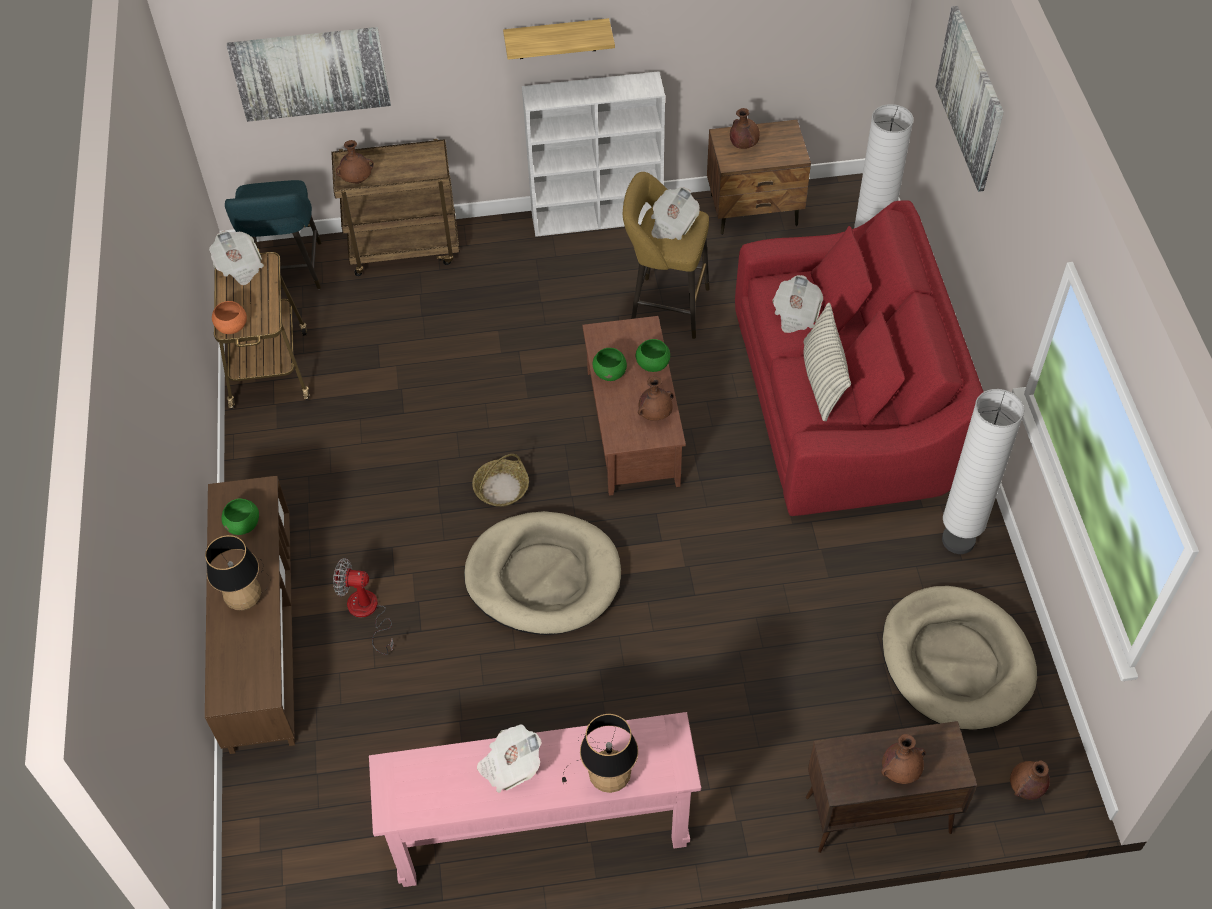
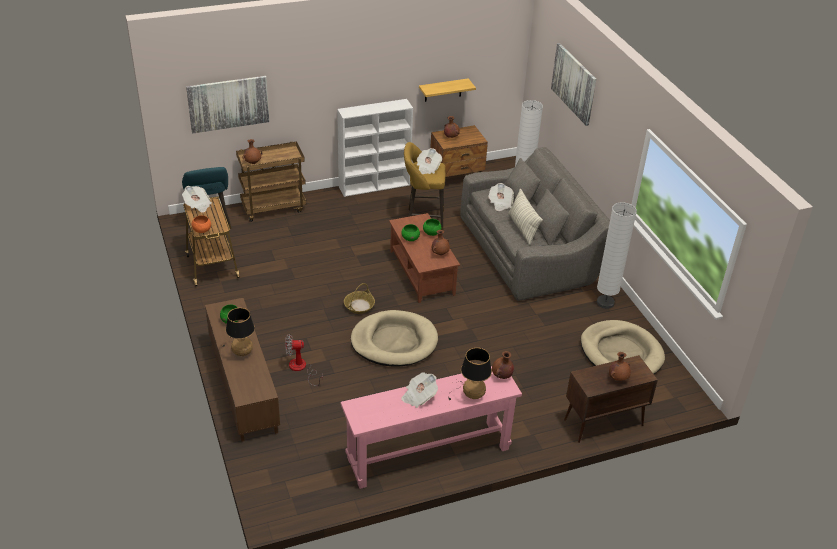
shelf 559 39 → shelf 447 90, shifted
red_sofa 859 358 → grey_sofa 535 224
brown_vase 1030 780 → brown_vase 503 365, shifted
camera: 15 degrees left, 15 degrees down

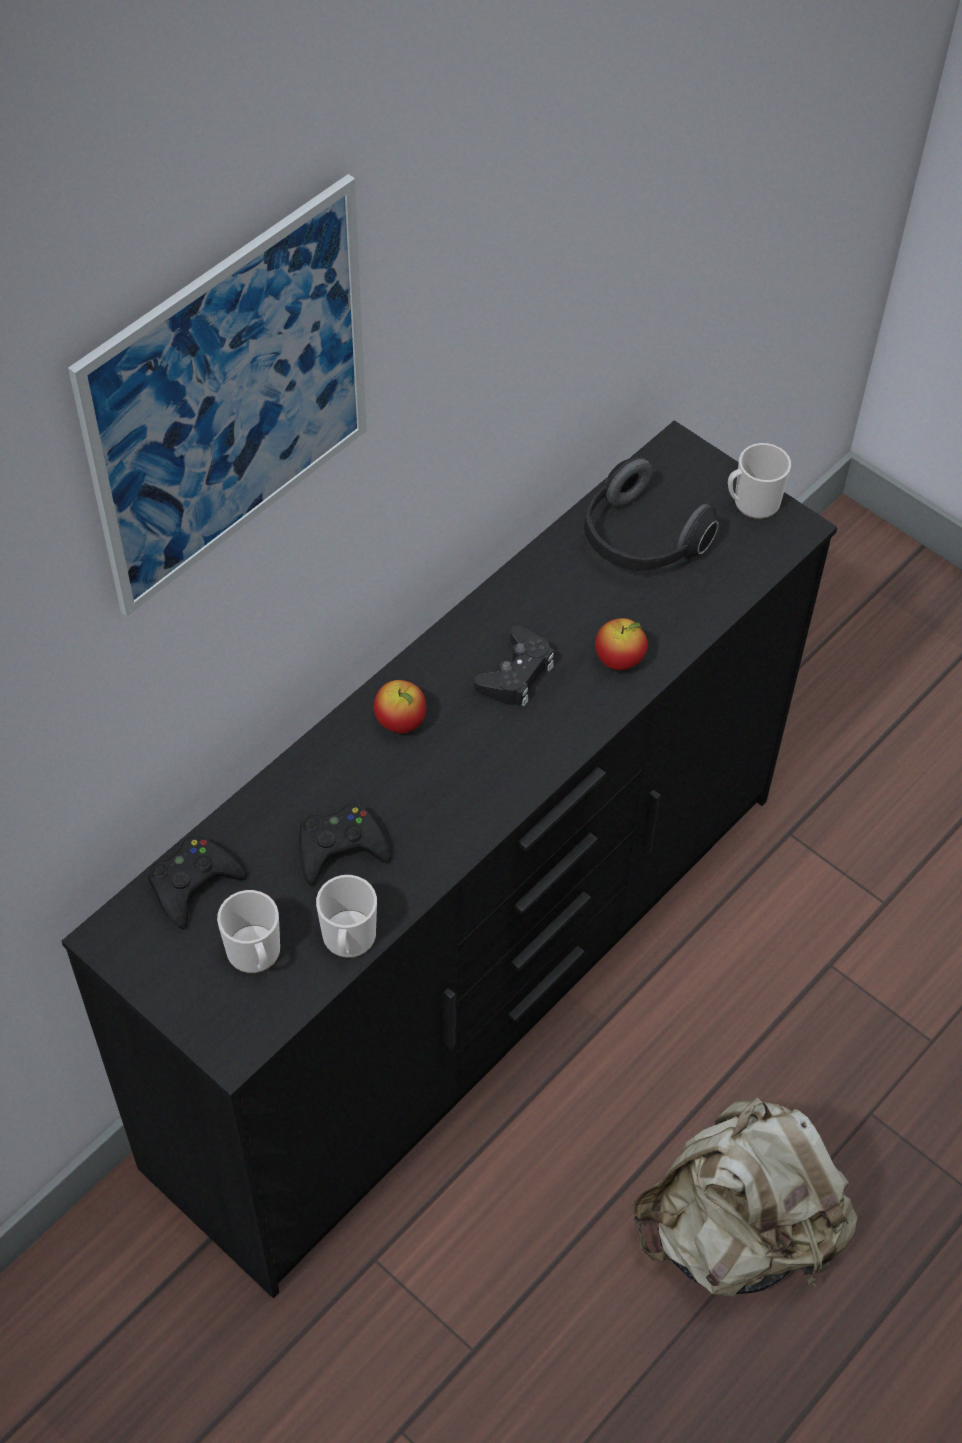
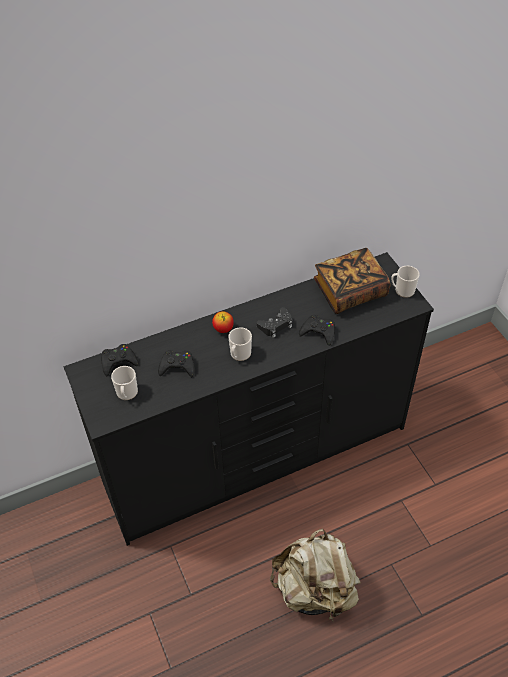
picture 217 395 → -
headphones 651 514 → book 352 281
apple 621 644 → black_game_controller 317 330
mug 346 916 → mug 240 344, shifted
camera: 25 degrees right, 5 degrees down

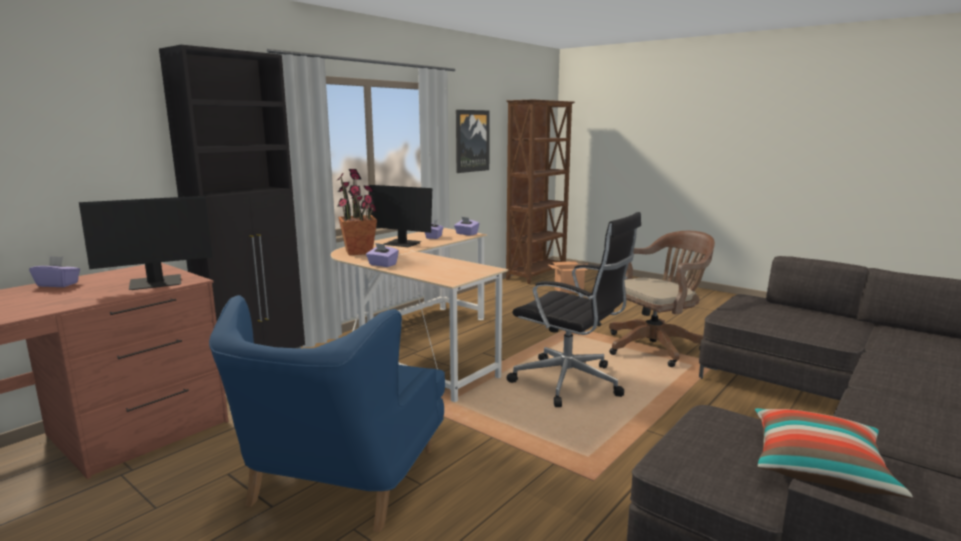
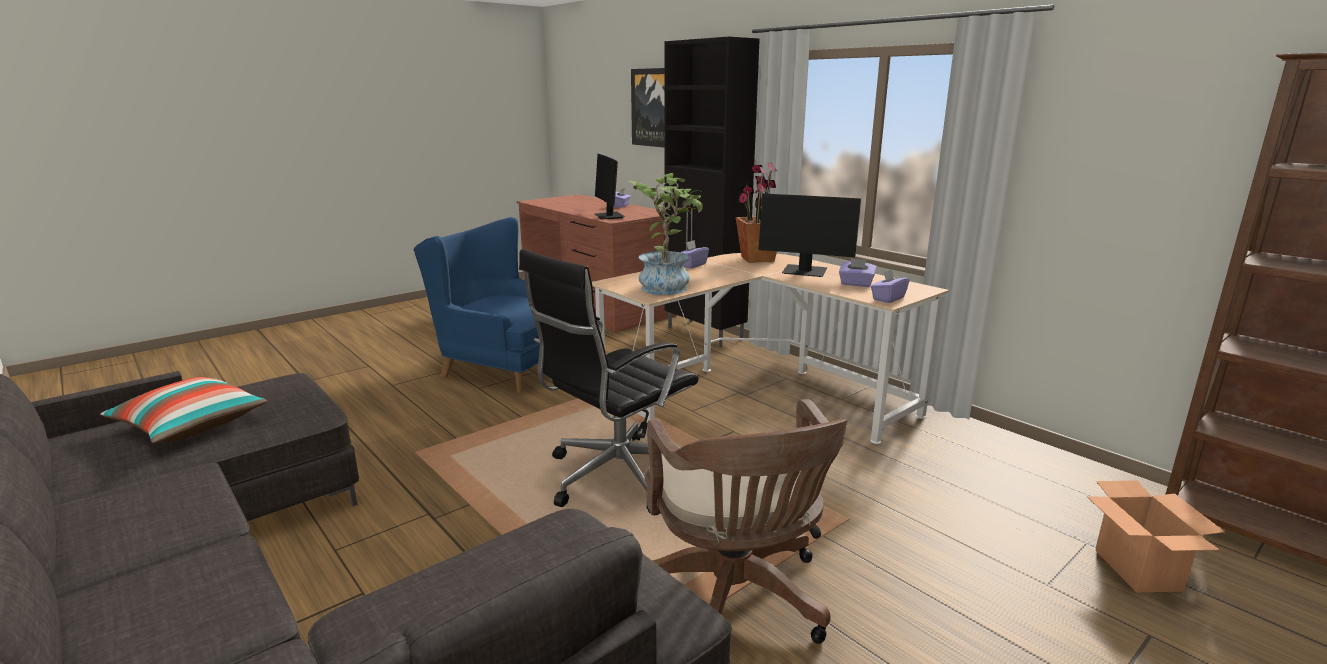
picture 473 141 → picture 648 107, shifted
monitor 400 216 → monitor 810 235, 105 degrees counterclockwise
- → potted_plant 665 234
camera: 100 degrees right, 5 degrees up

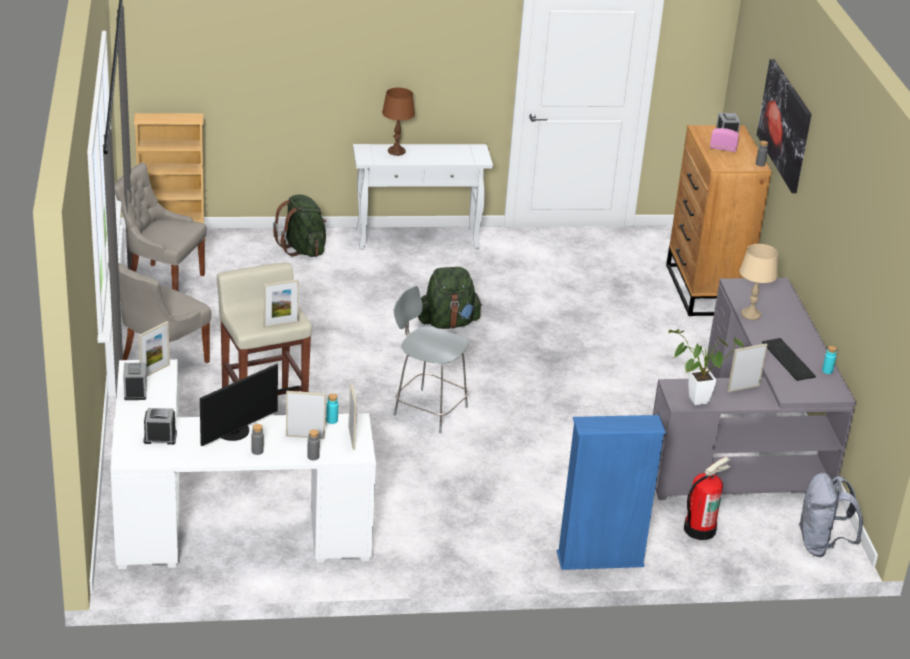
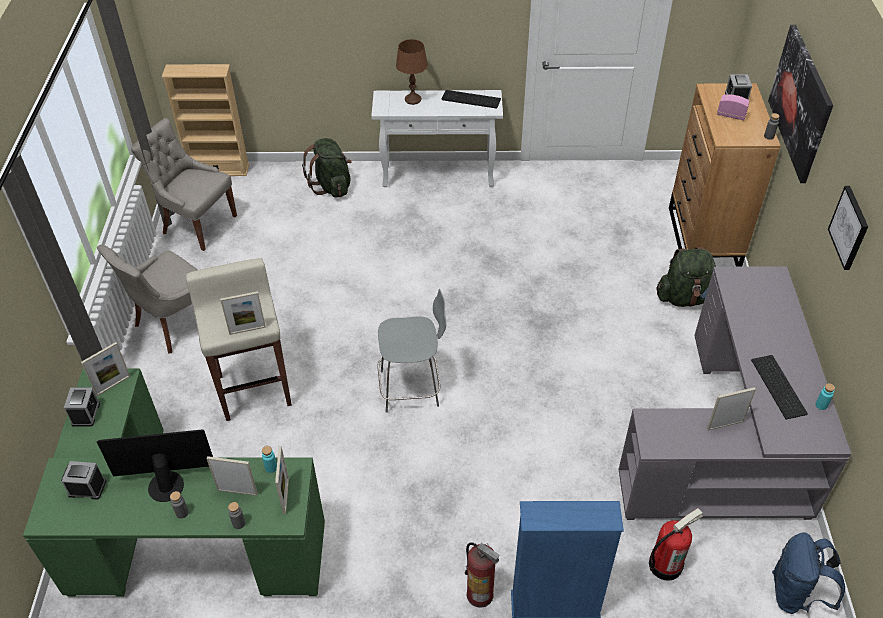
beige_table_lamp 759 282 → -
green_backpack 450 298 → green_backpack 686 277, shifted
grey_chair 431 359 → grey_chair 411 351, 135 degrees clockwise
potted_plant 706 367 → -
white_desk 243 464 → green_desk 174 482
monitor 239 404 → monitor 155 465, 150 degrees counterclockwise
grey_backpack 830 515 → blue_backpack 808 573
- → keyboard 471 99
- → picture 848 228
- → fire_extinguisher 482 575
camera: 10 degrees right, 15 degrees up

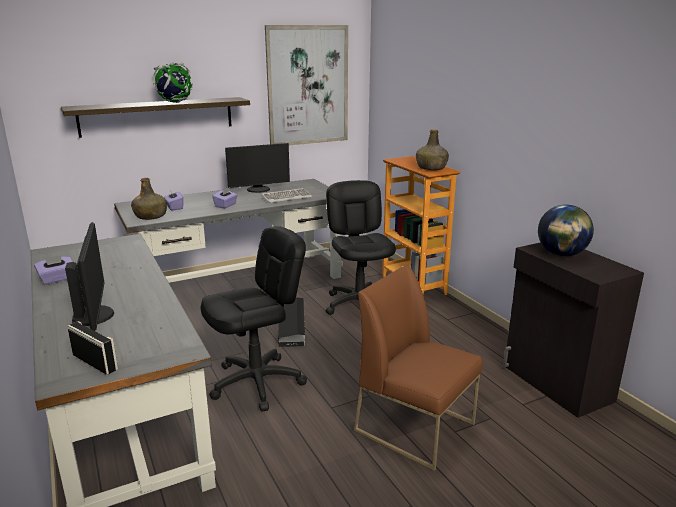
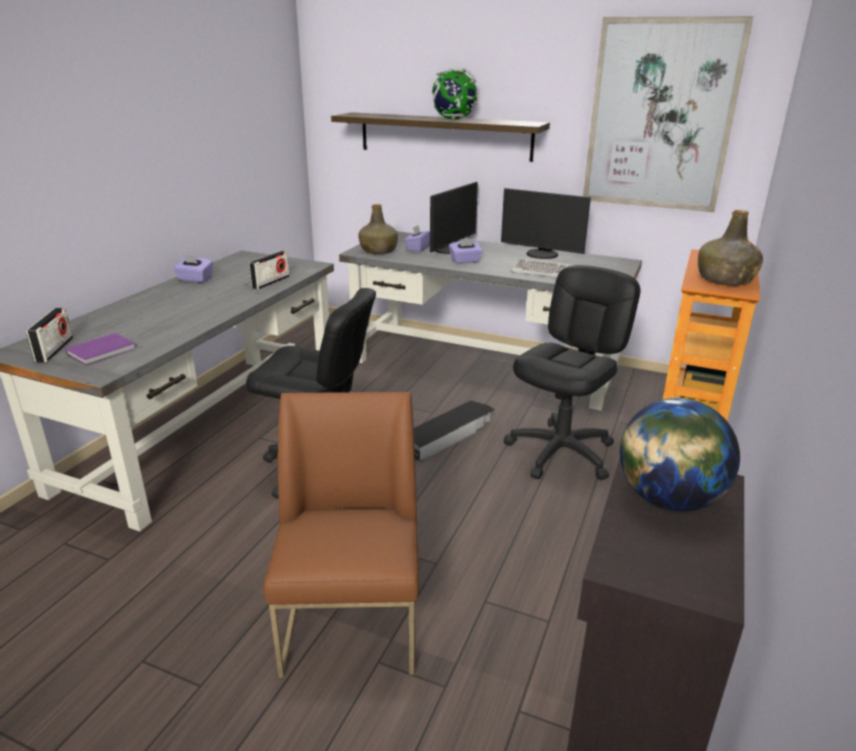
monitor 89 276 → monitor 454 218, shifted
- → radio 269 270
- → purple_book 100 349
camera: 50 degrees right, 5 degrees up

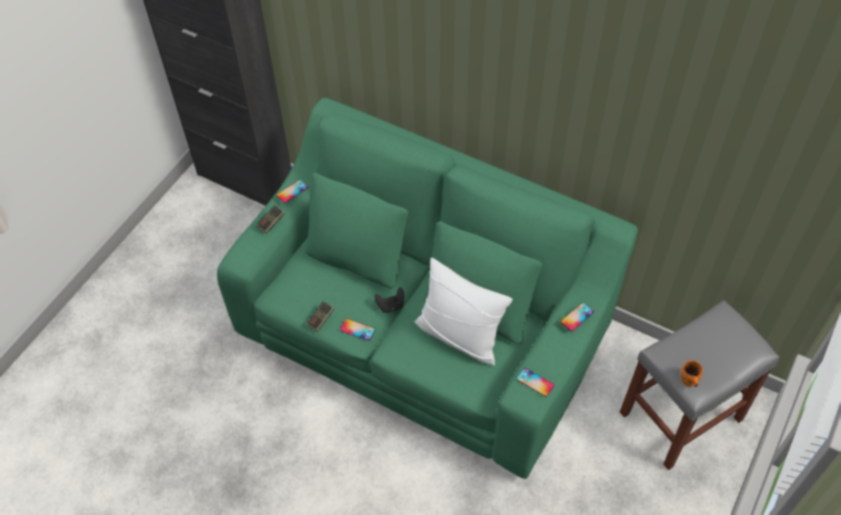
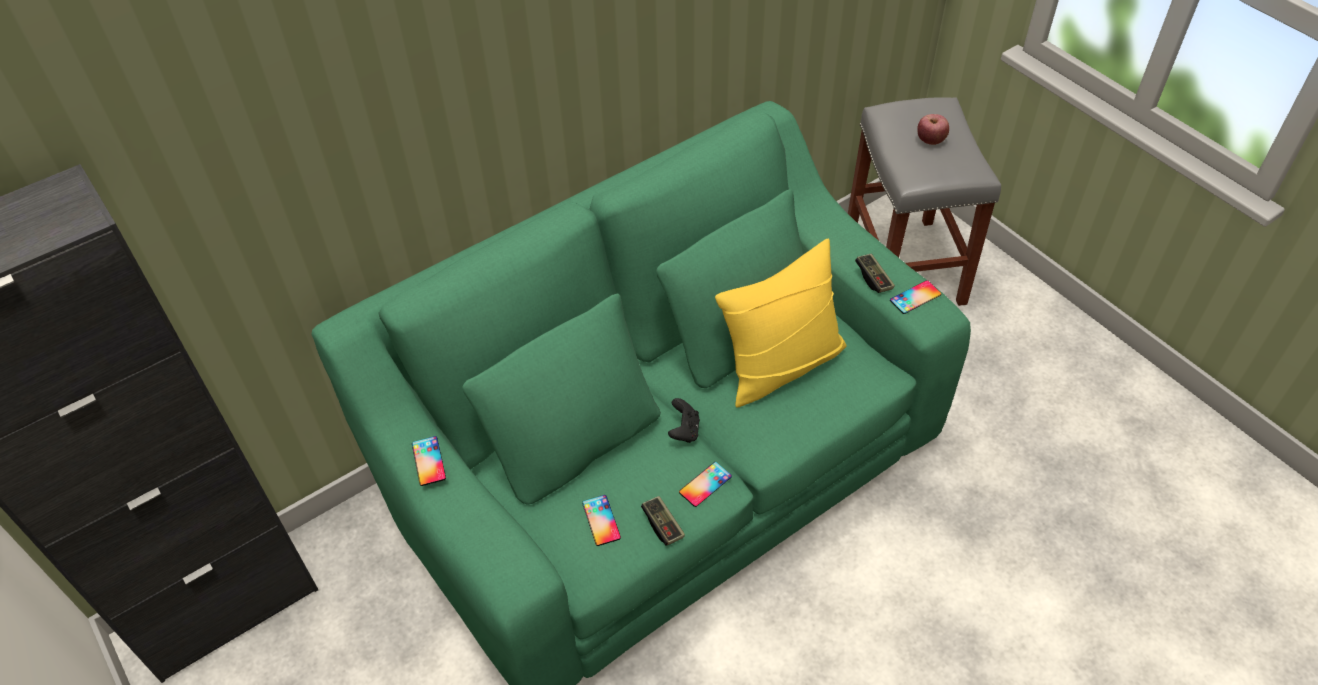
game_controller 270 219 → game_controller 875 273, shifted
white_pillow 464 312 → yellow_pillow 781 323
phone 577 316 → phone 601 520, shifted
orange_mug 692 374 → -
- → apple 933 129
camera: 65 degrees left, 5 degrees down

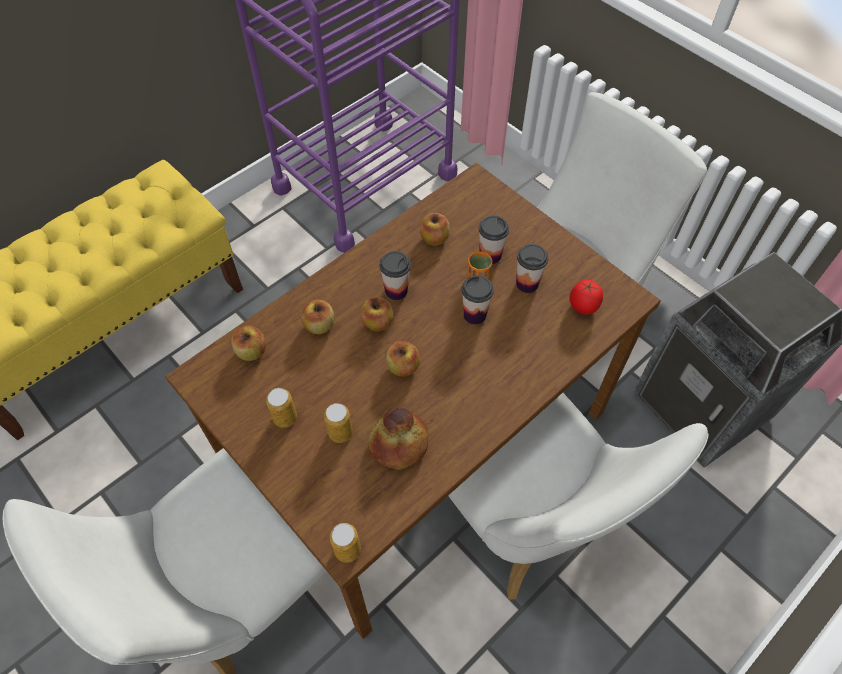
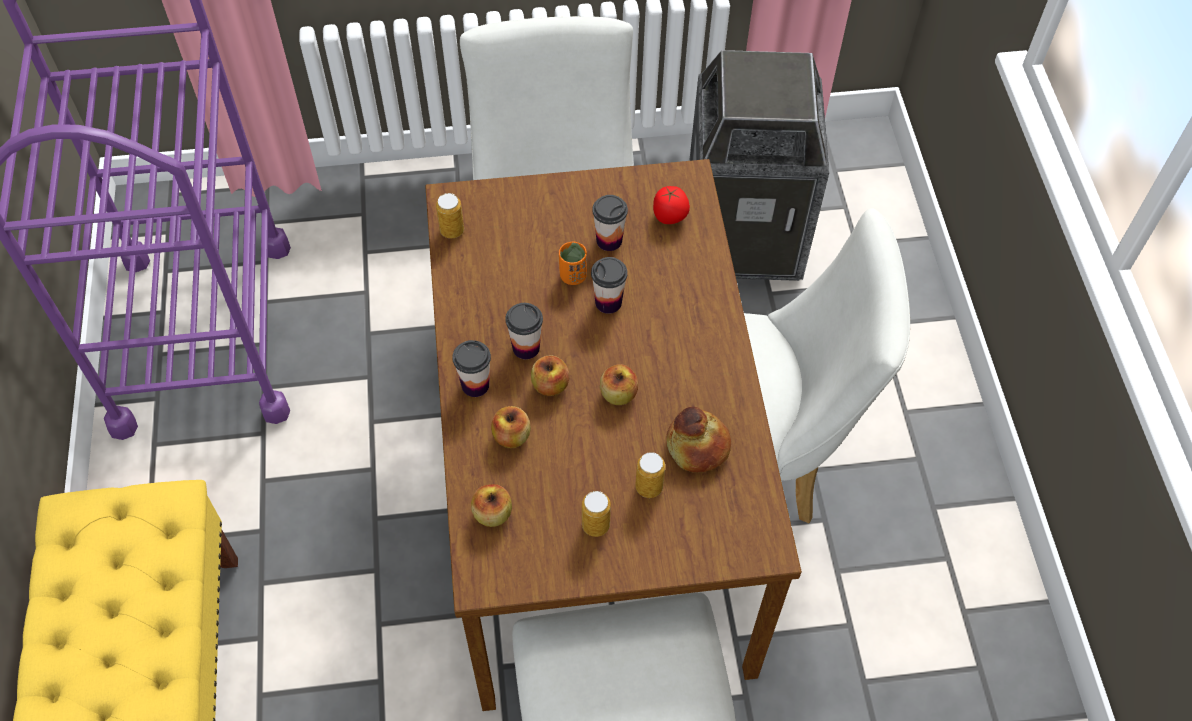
apple 435 229 → -
cup 494 239 → cup 471 368, shifted
can 345 542 → can 450 215, shifted
camera: 55 degrees left, 0 degrees up

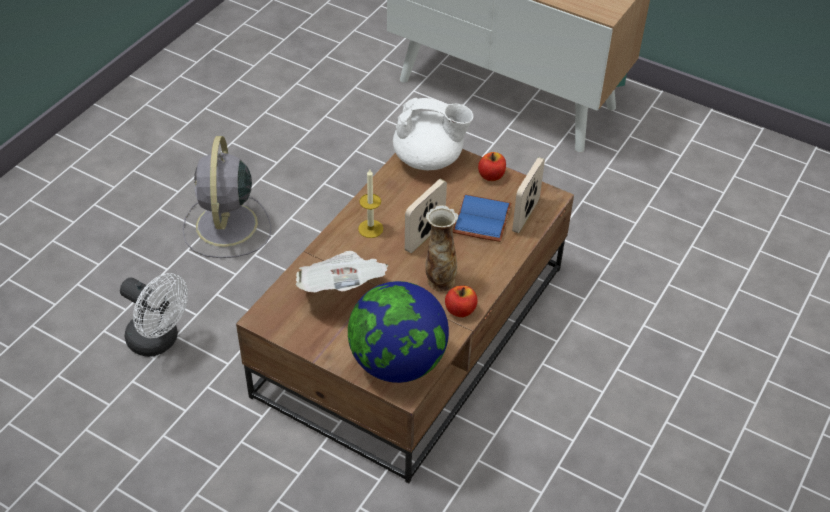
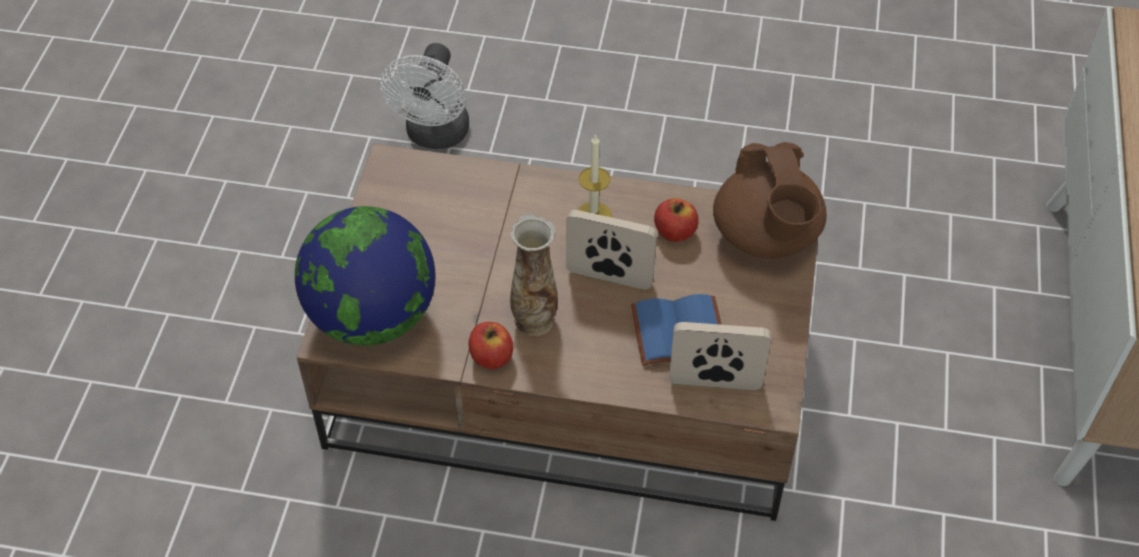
white_teapot 433 134 → brown_teapot 770 200
grey_fan 227 197 → -
apple 492 166 → apple 676 220, shifted
newspaper 342 271 → -
camera: 70 degrees right, 5 degrees up

